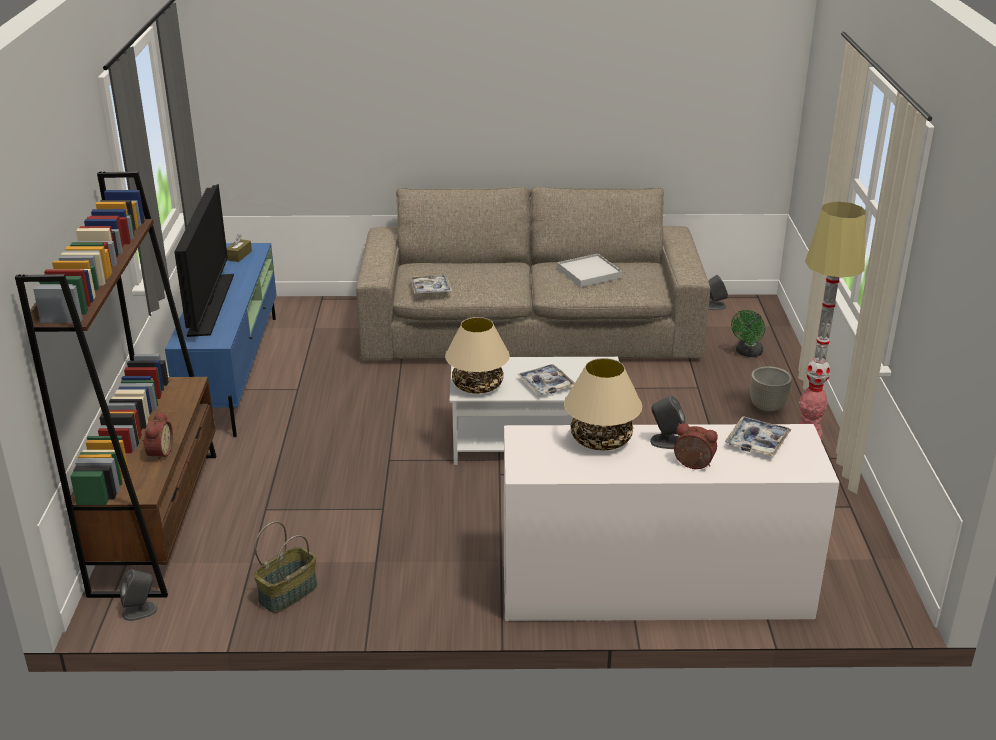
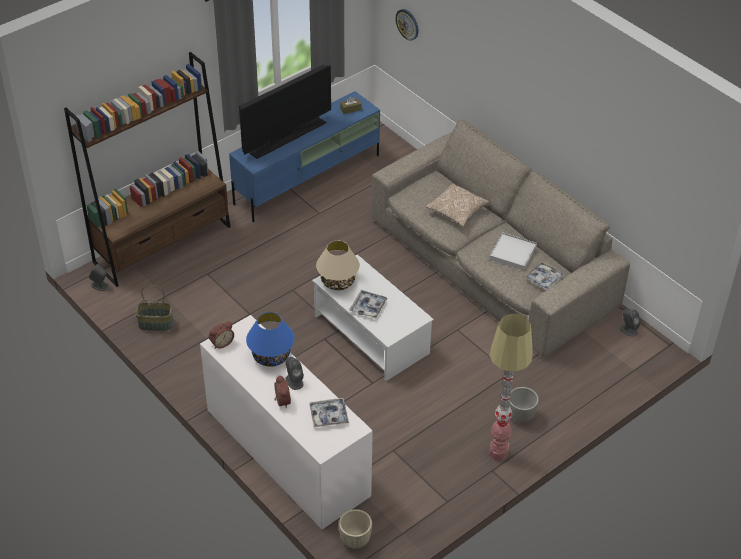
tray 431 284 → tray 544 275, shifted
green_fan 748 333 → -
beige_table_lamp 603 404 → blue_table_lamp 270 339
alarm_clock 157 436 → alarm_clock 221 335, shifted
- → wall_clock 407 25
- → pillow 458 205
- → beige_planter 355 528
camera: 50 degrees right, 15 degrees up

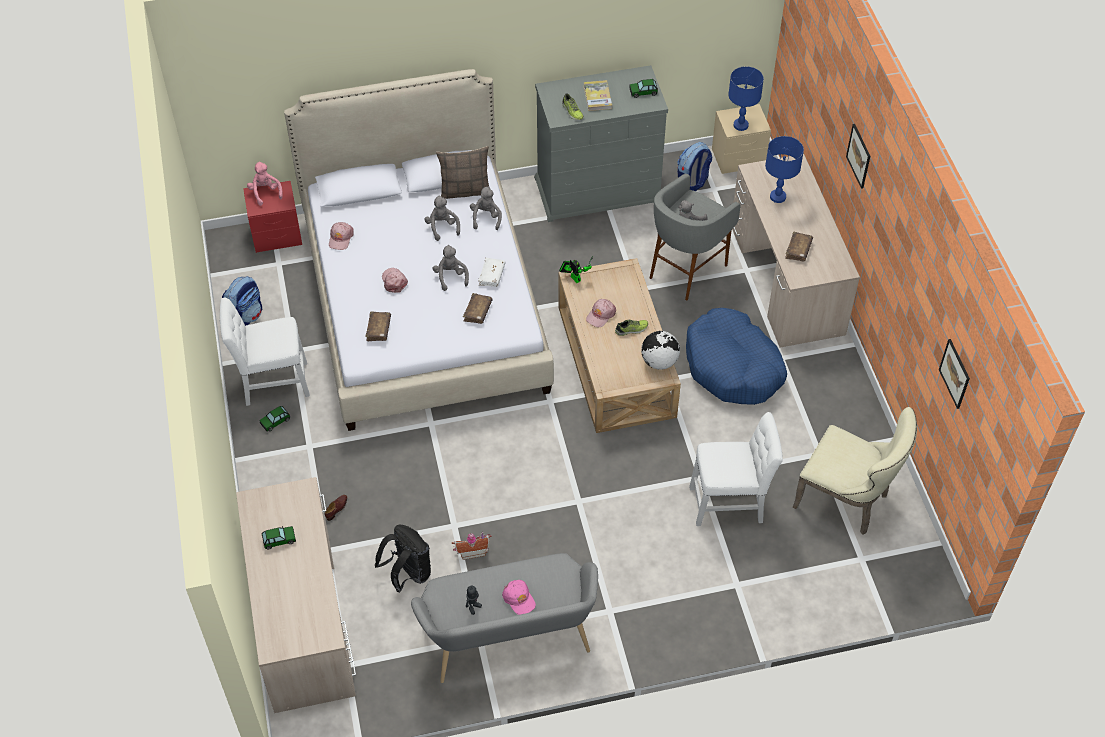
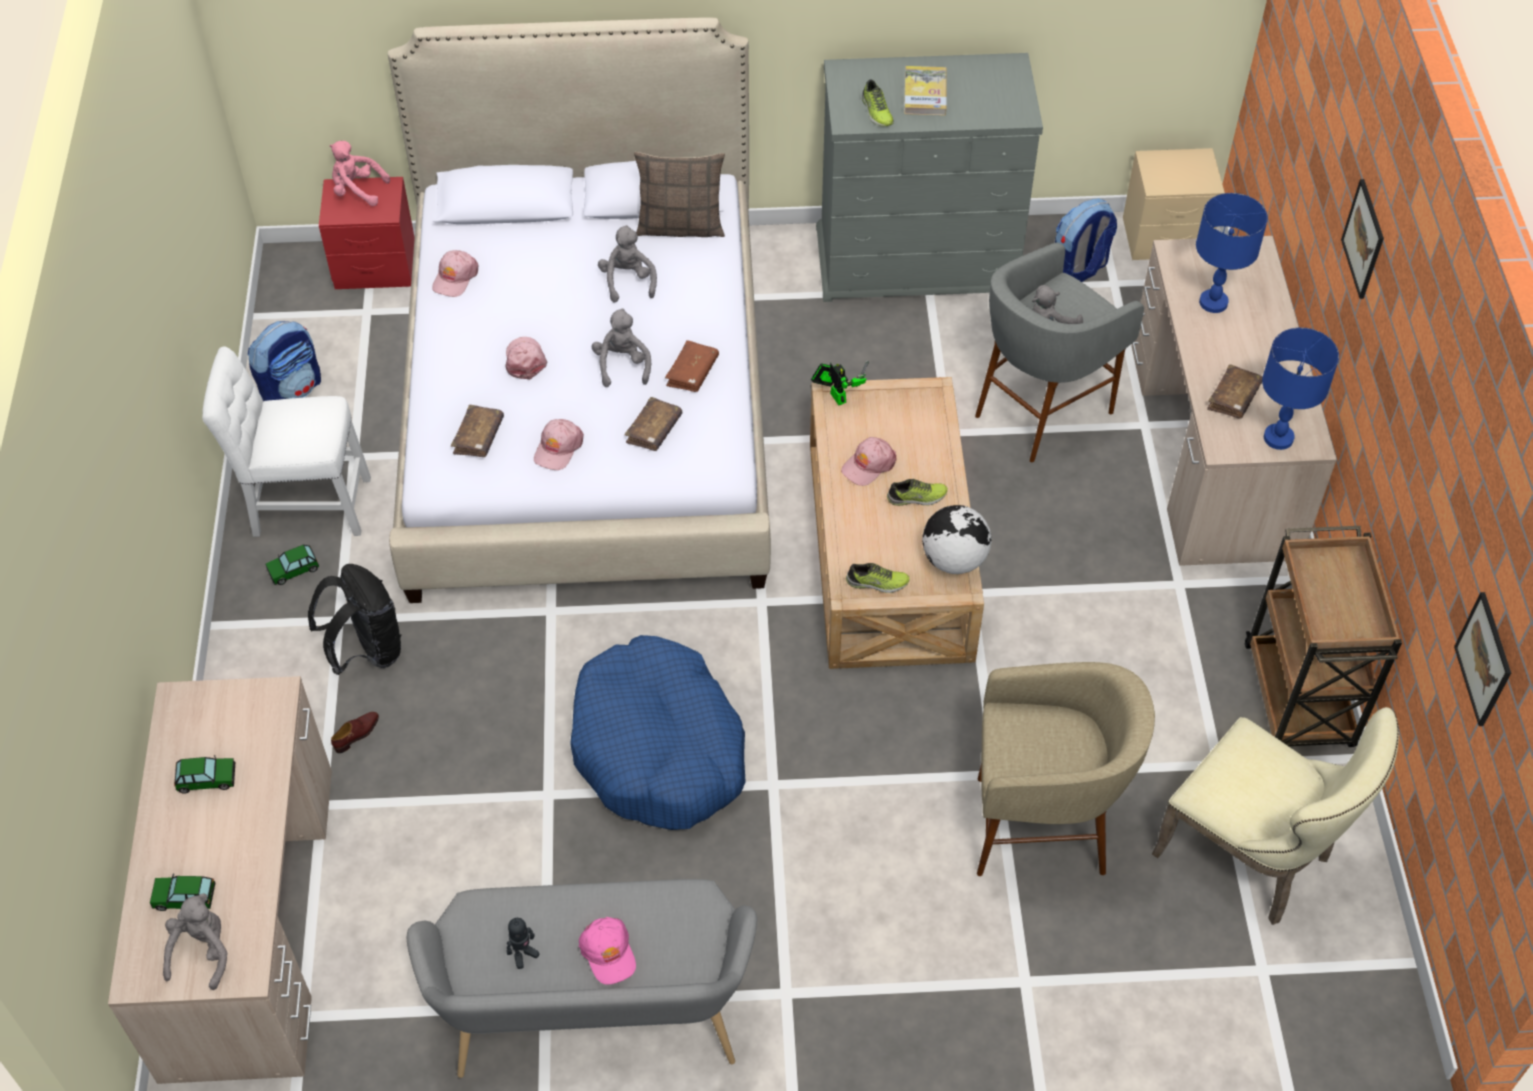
blue_table_lamp 746 98 → blue_table_lamp 1300 389, shifted
toy_car 643 88 → toy_car 182 892, shifted
pink_plush_toy 265 183 → pink_plush_toy 360 173, 60 degrees counterclockwise
grey_plush_toy 486 208 → grey_plush_toy 195 941, shifted
white_book 492 272 → brown_book 692 366
blue_dog_bed 736 356 → blue_dog_bed 658 732, shifted
white_chair 736 469 → beige_stool 1066 769
black_backpack 403 558 → black_backpack 355 619, shifted
toy_house 471 545 → -
- → pink_cap 559 444
- → brown_cart 1323 636
- → shoe 878 578
camera: 10 degrees right, 0 degrees up

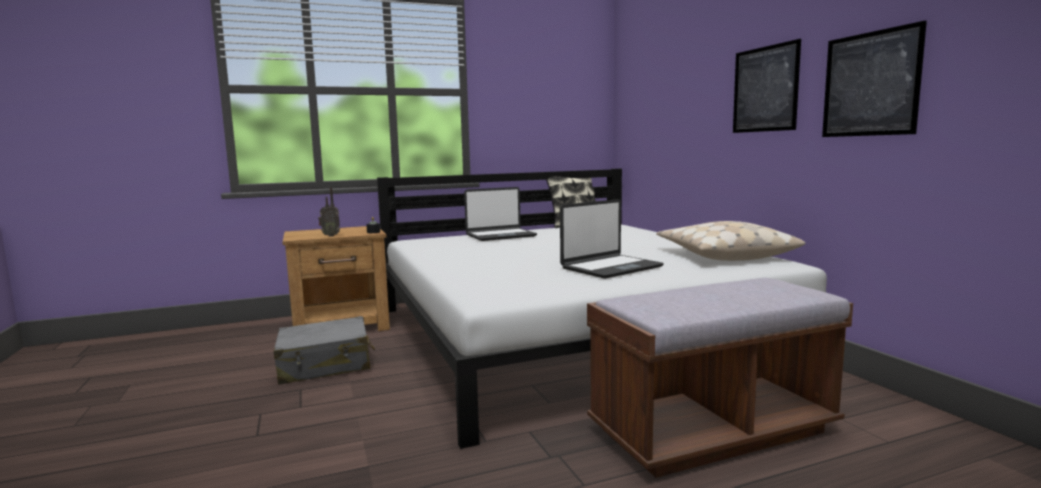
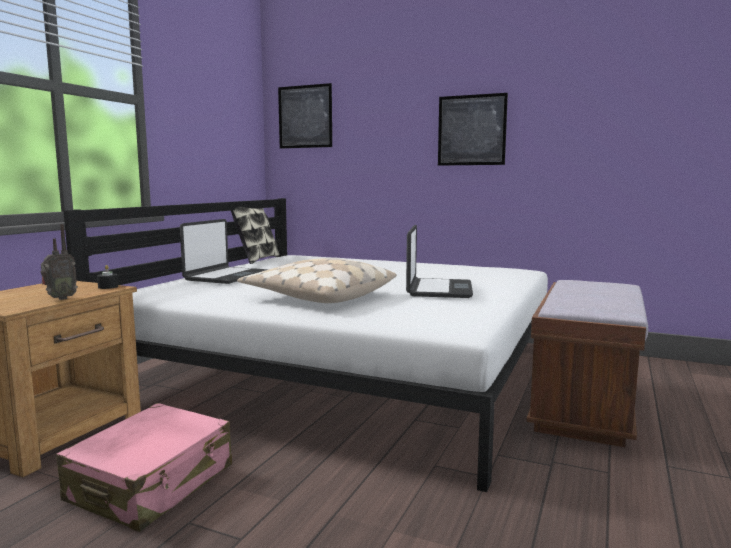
picture 874 79 → picture 305 115, shifted
beige_pillow 731 241 → beige_pillow 317 280, shifted
grey_suitcase 324 350 → pink_suitcase 144 467
camera: 45 degrees left, 0 degrees up

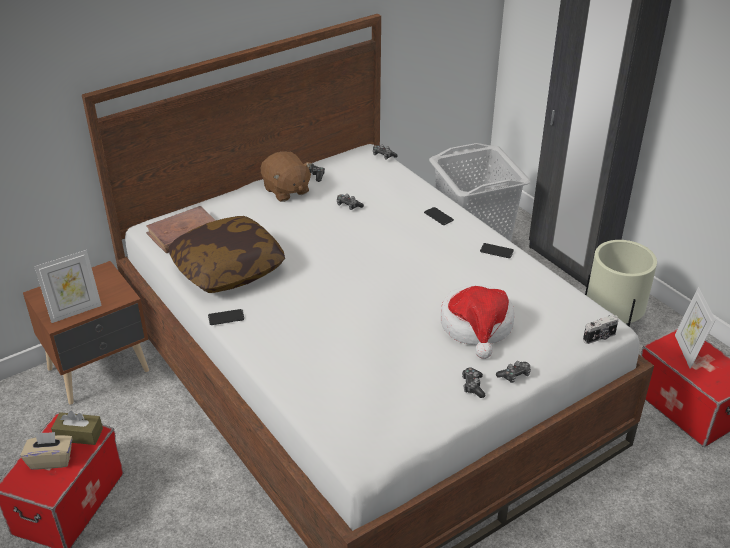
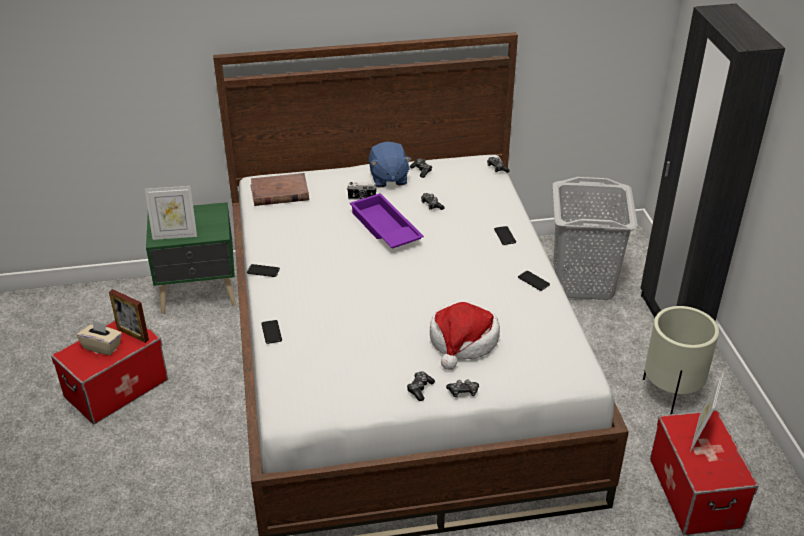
brown_plush_toy 286 176 → blue_plush_toy 390 165
pillow 227 254 → -
brown_nightstand 86 333 → green_nightstand 191 257
photo_camera 600 329 → photo_camera 362 191, shifted
brown_tissue_box 77 428 → picture_frame 129 316
- → purple_tray 387 221
- → phone 271 332
camera: 25 degrees right, 0 degrees up

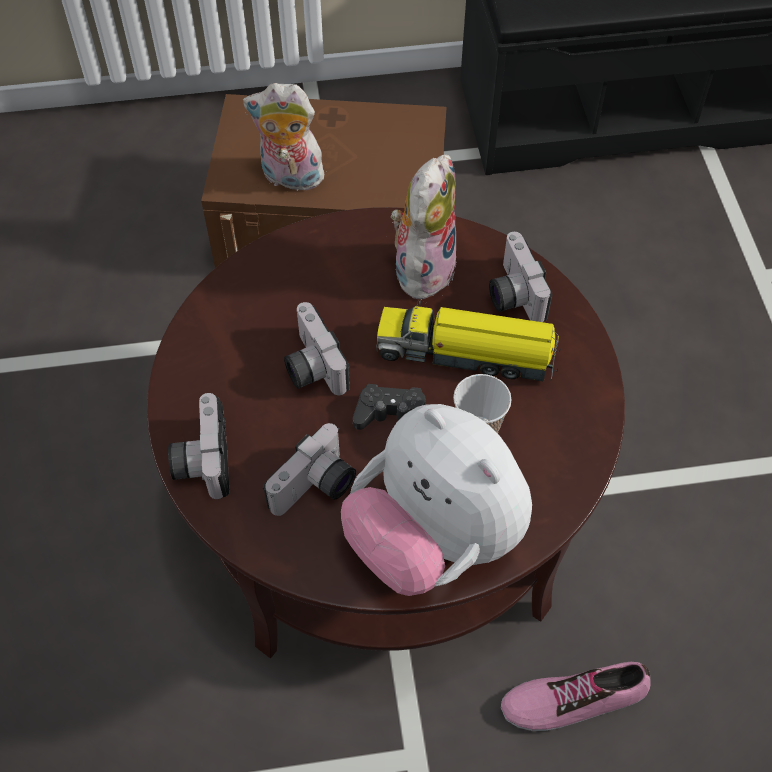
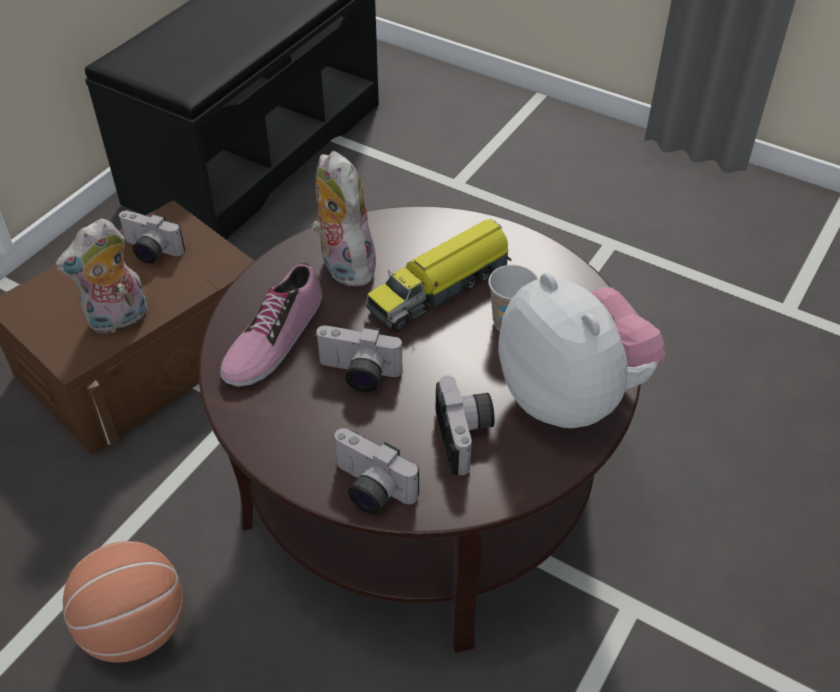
photo_camera 521 277 → photo_camera 151 237, shifted
black_game_controller 389 407 → -
plush_toy 436 500 → plush_toy 582 350, 120 degrees counterclockwise
shoe 576 696 → shoe 271 325, shifted
- → basketball 123 602
camera: 50 degrees left, 10 degrees down

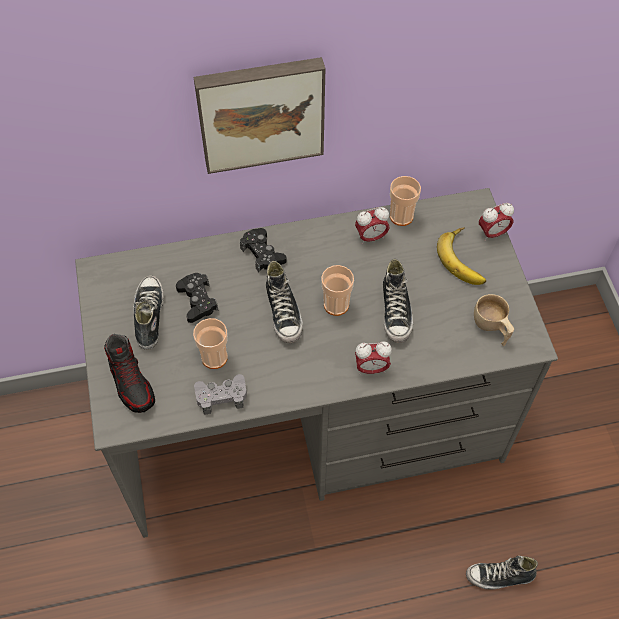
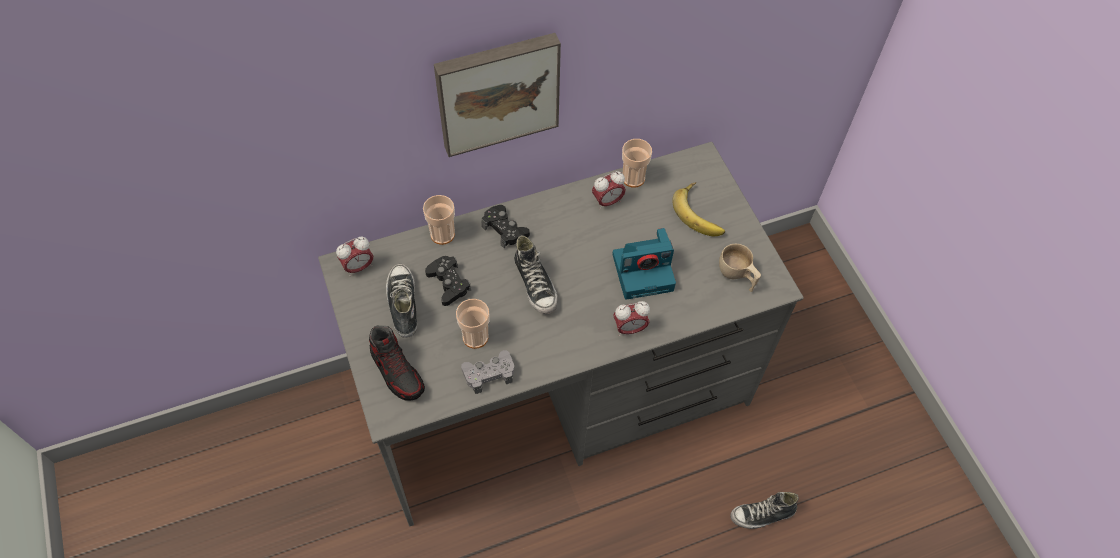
alarm_clock 496 222 → alarm_clock 354 256, shifted
shoe 398 301 → photo_camera 644 264
cup 337 290 → cup 439 220, shifted
camera: 10 degrees left, 0 degrees up

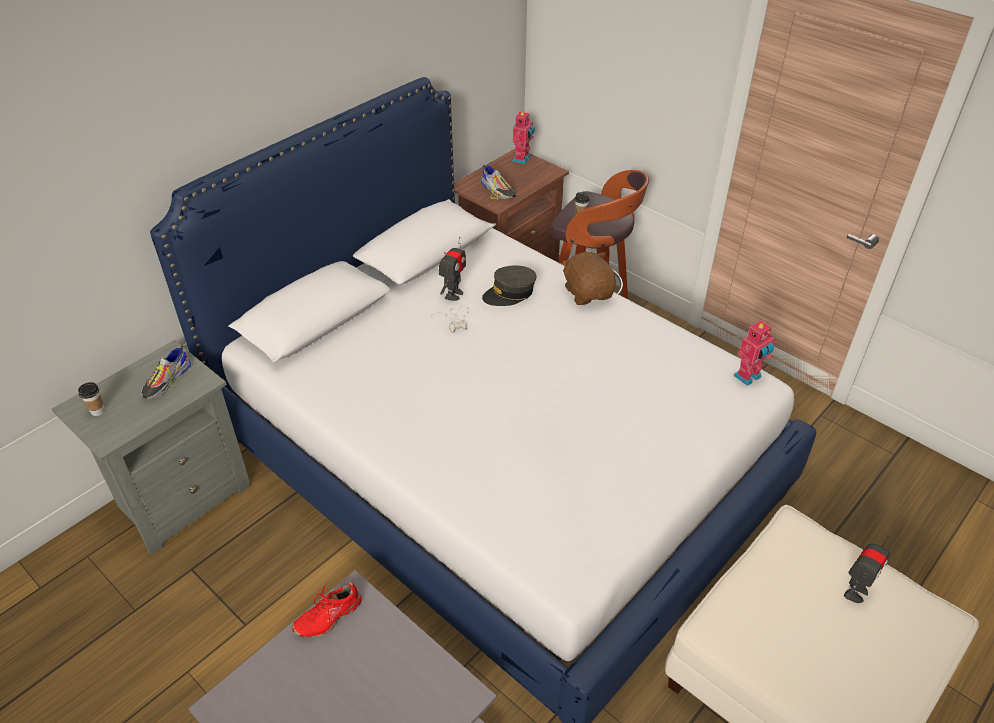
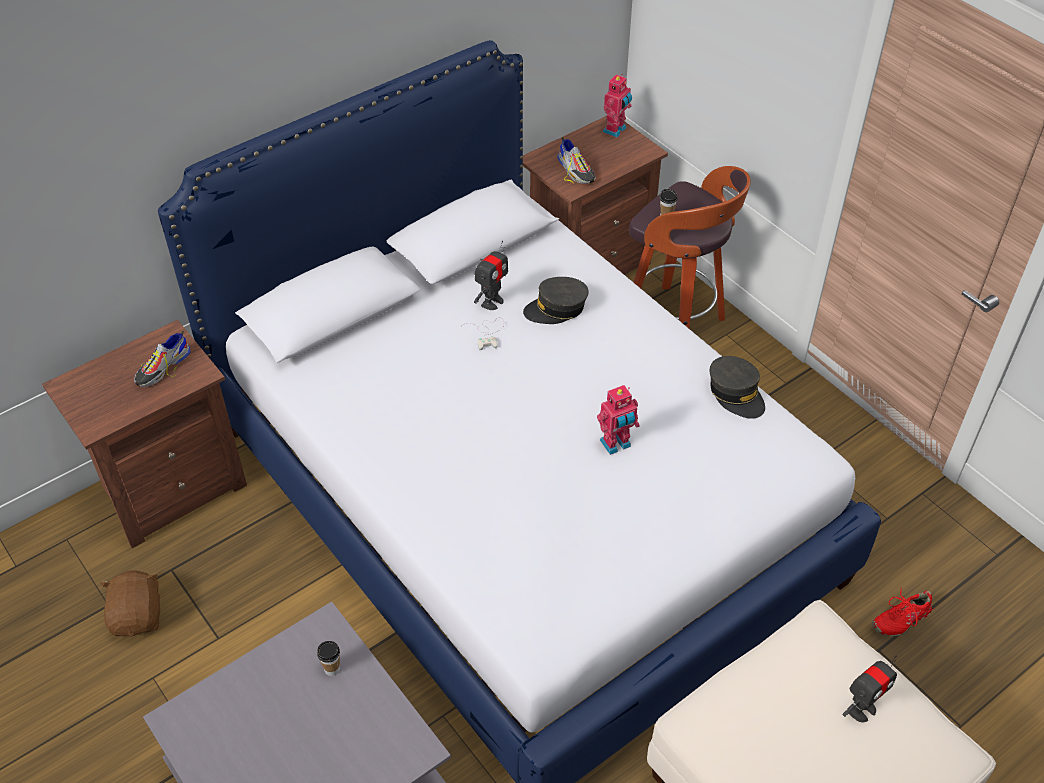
brown_plush_toy 589 278 → brown_plush_toy 130 603, shifted
toy_robot 753 353 → toy_robot 618 420, shifted
grey_nightstand 151 448 → brown_nightstand 144 434
cup 91 399 → cup 328 658, shifted
red_shoe 327 610 → red_shoe 903 611, shifted
- → grey_cap 737 387
camera: 10 degrees right, 5 degrees up

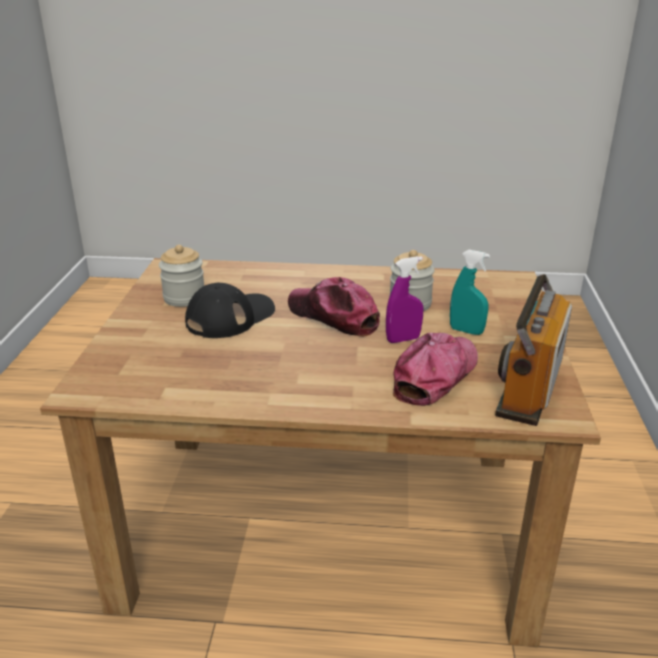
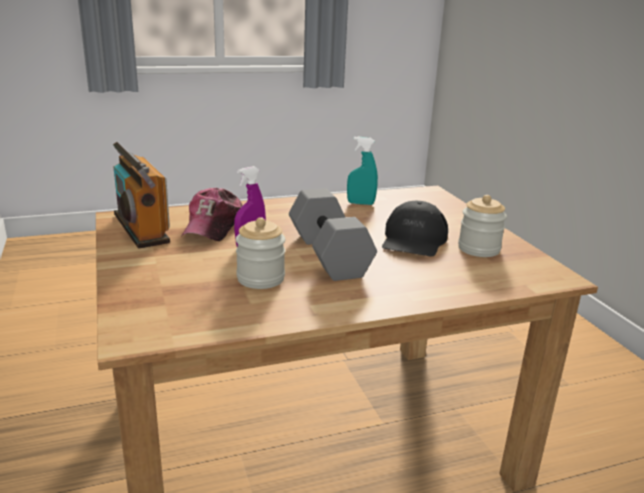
turquoise_spray_bottle 470 292 → turquoise_spray_bottle 362 171, shifted
radio 533 350 → radio 141 195, 150 degrees clockwise
cap 334 307 → grey_dumbbell 333 234
camera: 155 degrees right, 5 degrees down

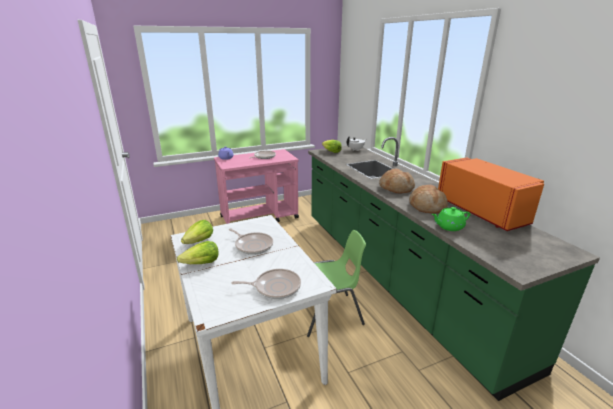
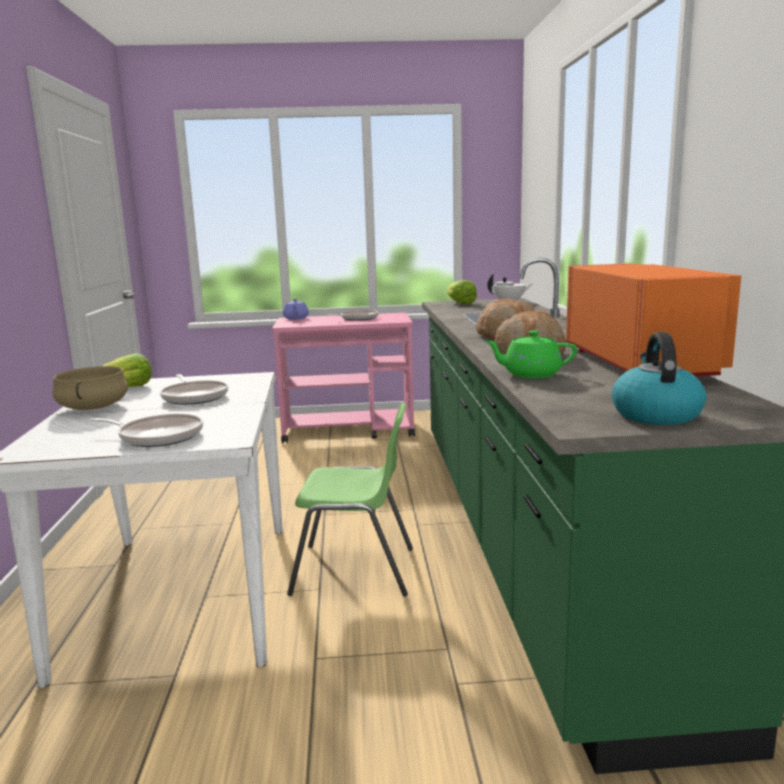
lettuce 198 252 → beige_cooking_pot 90 388
- → kettle 659 378
camera: 20 degrees right, 10 degrees down

